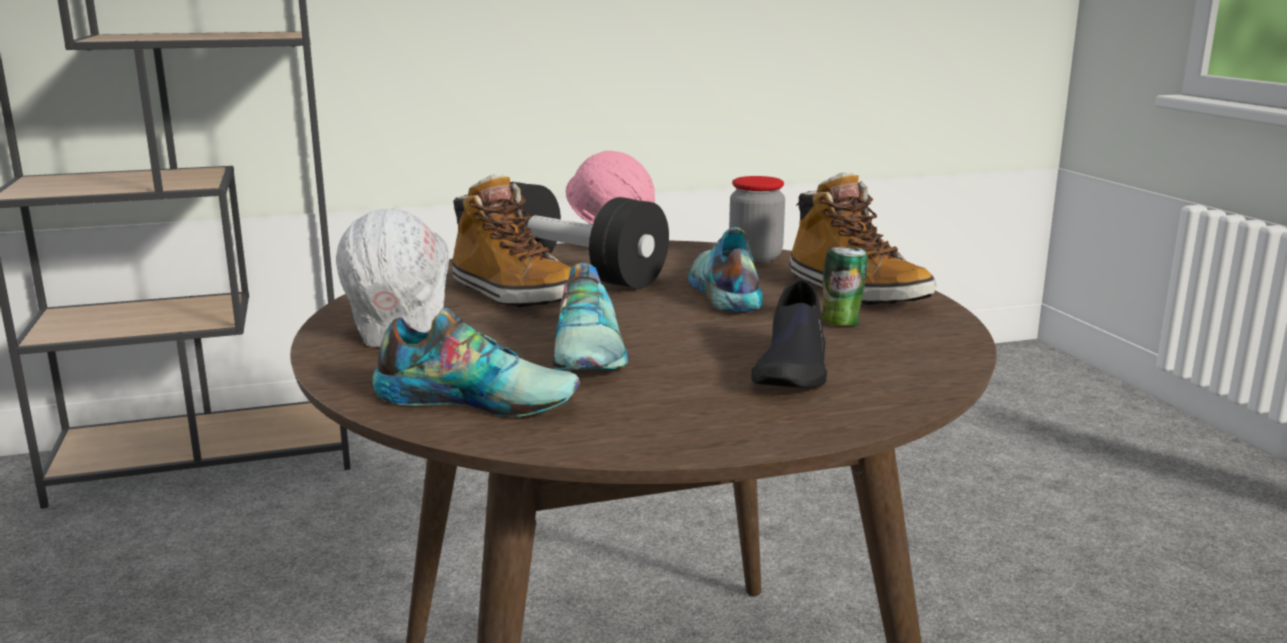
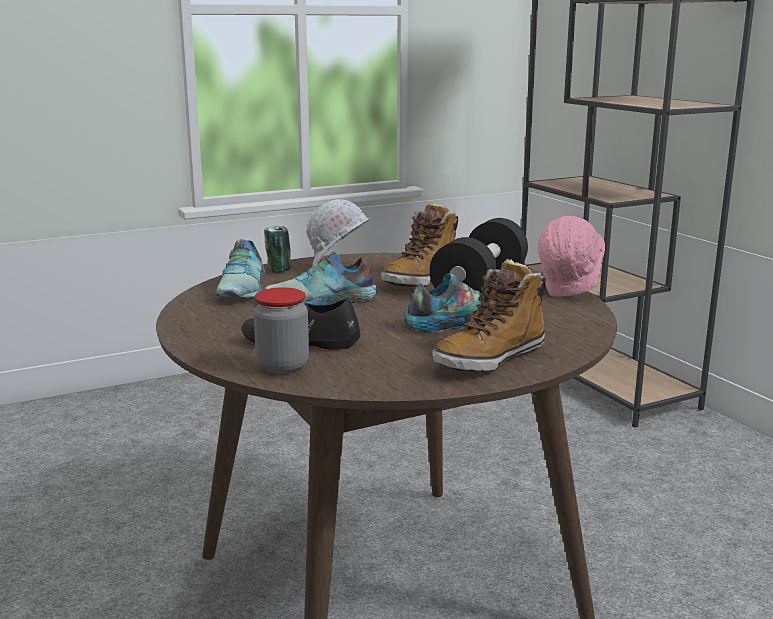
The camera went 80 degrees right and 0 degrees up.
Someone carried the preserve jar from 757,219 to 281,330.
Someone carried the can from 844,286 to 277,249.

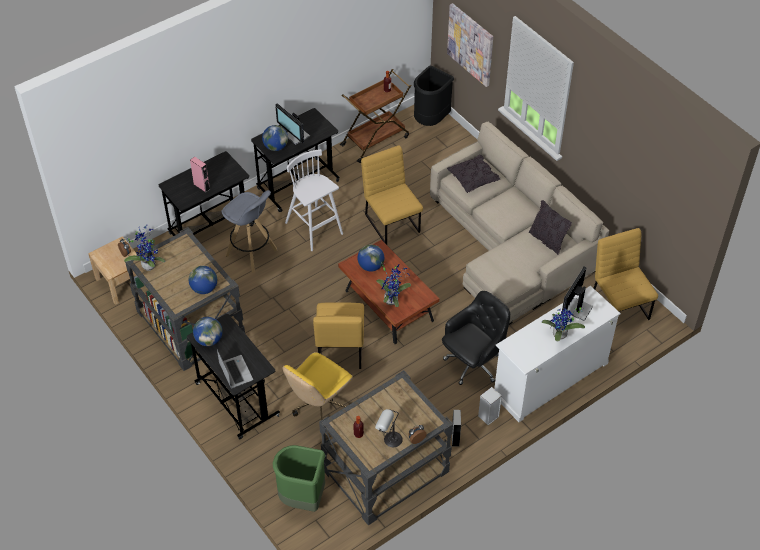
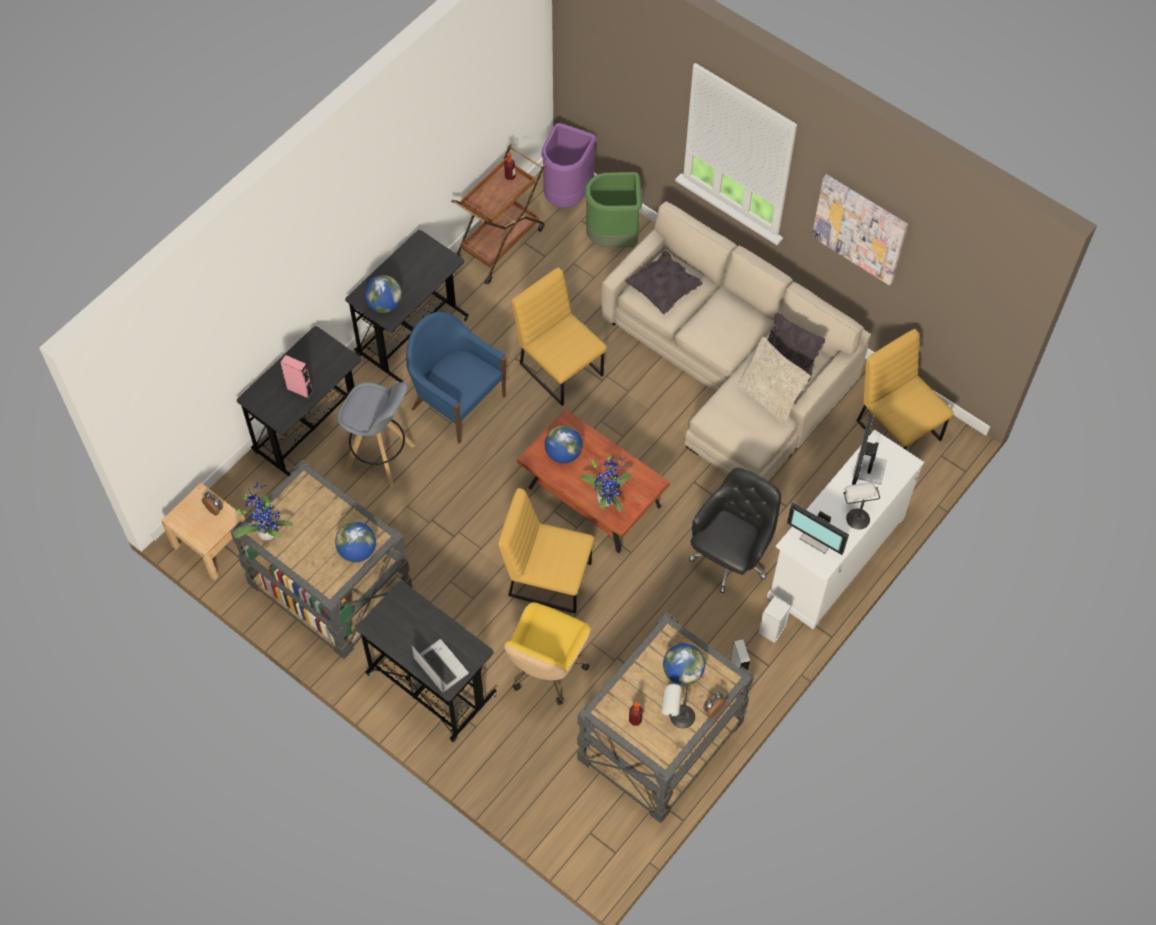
The camera went 15 degrees left and 10 degrees up.
Someone carried the globe from 208,331 to 684,664.
Someone carried the green-coloured rubbish bin from 299,478 to 613,209.
Someone carried the computer screen from 292,124 to 818,529.
Someone swapped the white sitting stool at 314,200 for the blue-coloured lounge chair at 456,378.
Someone rotated the yellowish plain chair at 338,335 by 120 degrees clockwise.
Someone repainted the blackish rubbish bin at 434,96, which became the purplish rubbish bin at 568,165.
Someone carried the picture from 470,45 to 860,229.
Someone swapped the potted plant at 563,324 for the tabletop lamp at 861,506.
Someone put down the sand-coloured pillow at 774,380.

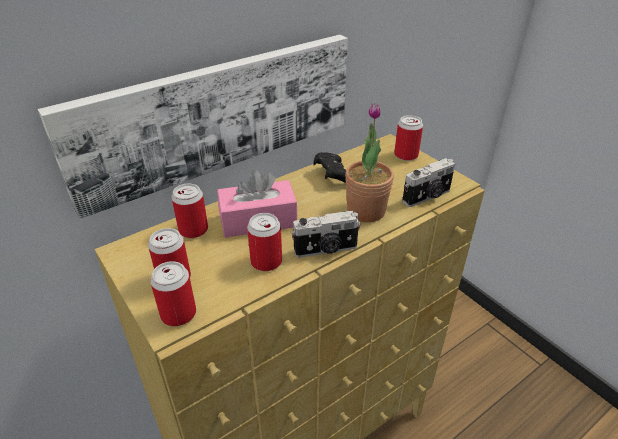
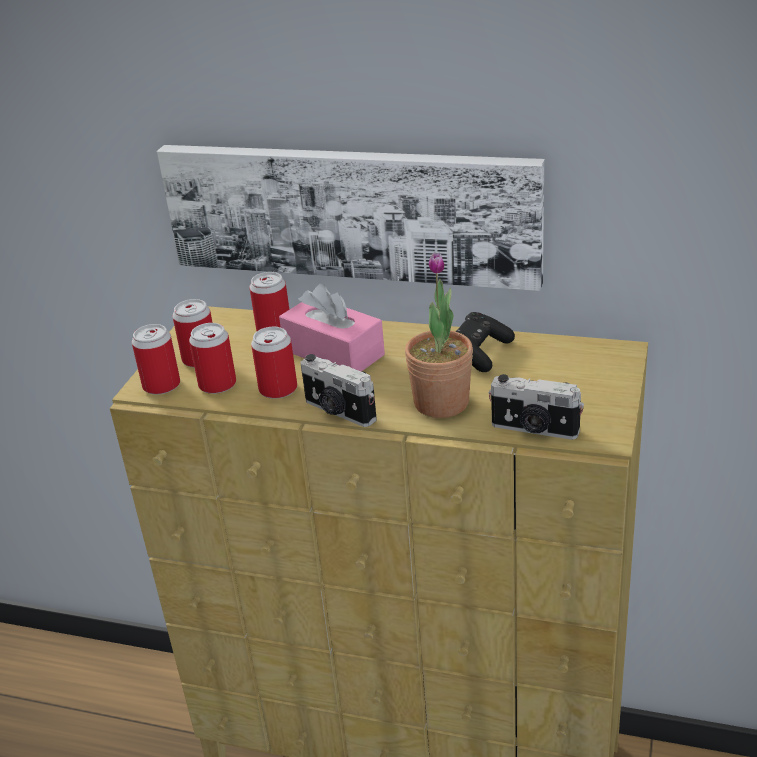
The camera went 55 degrees right and 5 degrees down.
Someone carried the can from 408,138 to 212,358.

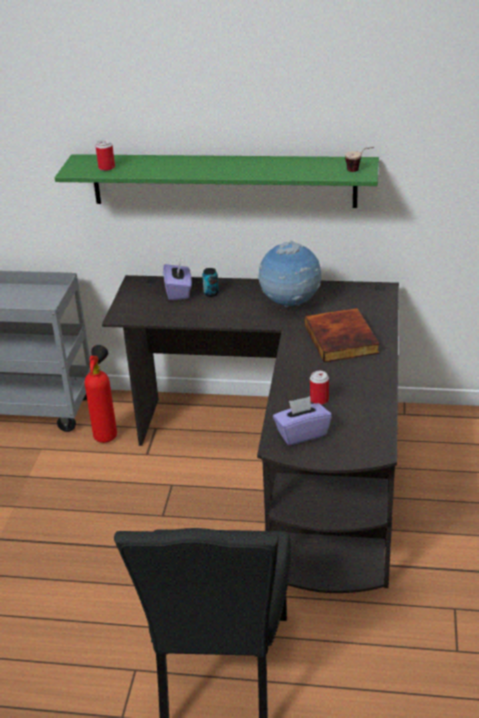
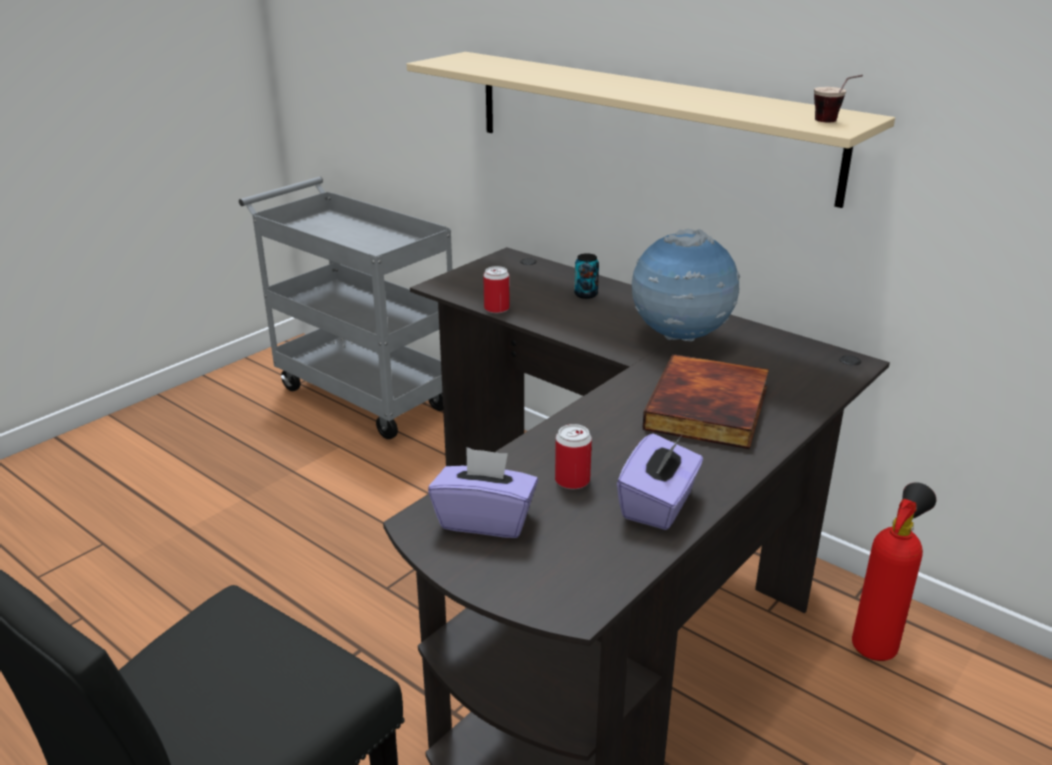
The camera went 30 degrees right and 5 degrees down.
Someone repainted the green-coloured bracket shelf at 217,181, which became the sand-coloured bracket shelf at 651,130.
Someone carried the fire extinguisher from 100,394 to 894,571.
Someone carried the can from 105,155 to 496,289.
Someone carried the purplish tissue holder from 177,280 to 660,481.

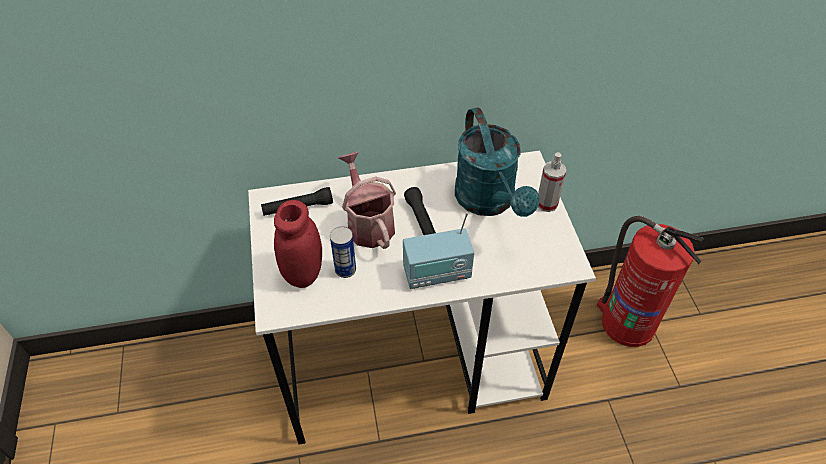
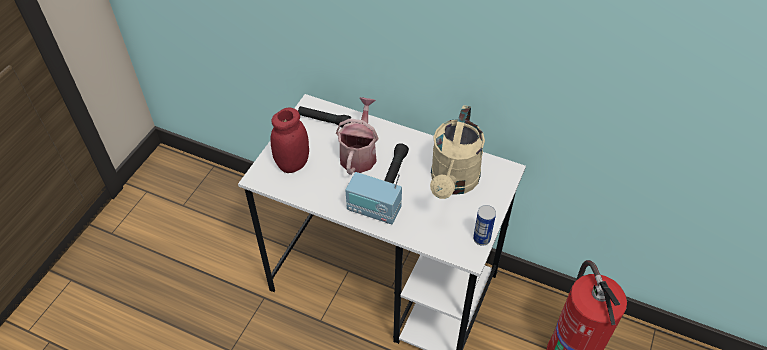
The camera went 35 degrees right and 0 degrees up.
Someone carried the can from 343,252 to 484,225.
Someone repainted the blue-green watering pot at 497,162, which became the sand-coloured watering pot at 457,152.
Someone took away the hand sprayer at 552,182.

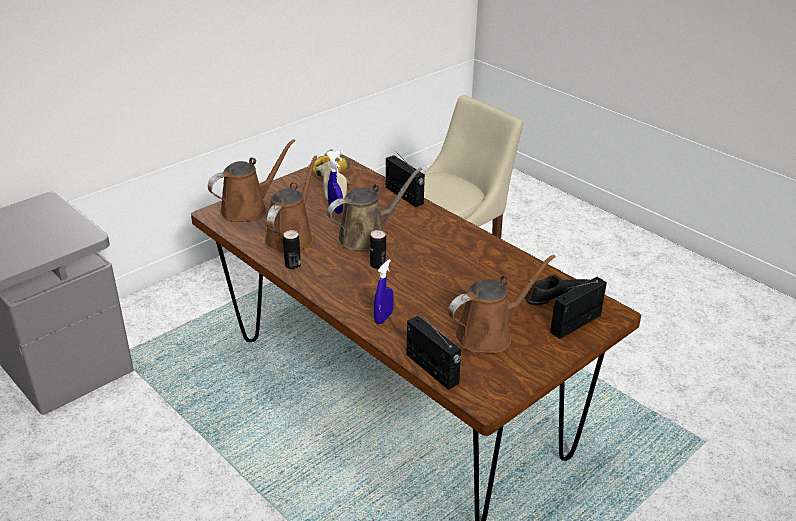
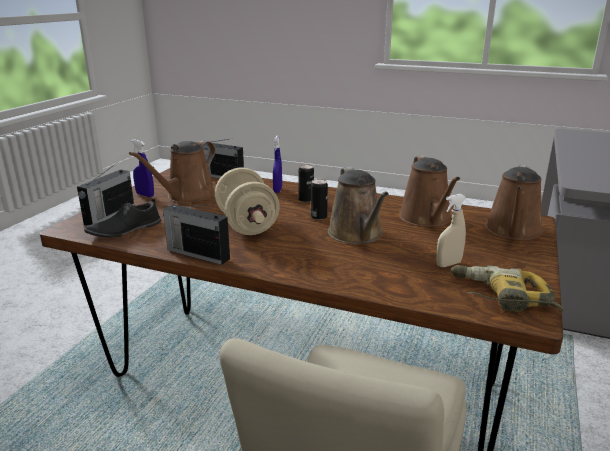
The camera went 155 degrees right and 10 degrees down.
Someone carried the can from 292,249 to 306,183.
Someone rotated the brown-coloured watering pot at 374,209 by 45 degrees counterclockwise.
Someone carried the blue-coloured hand sprayer from 335,187 to 142,168.
Someone carried the radio set from 405,178 to 196,234.
Someone put down the sand-coloured hand weight at 247,201.

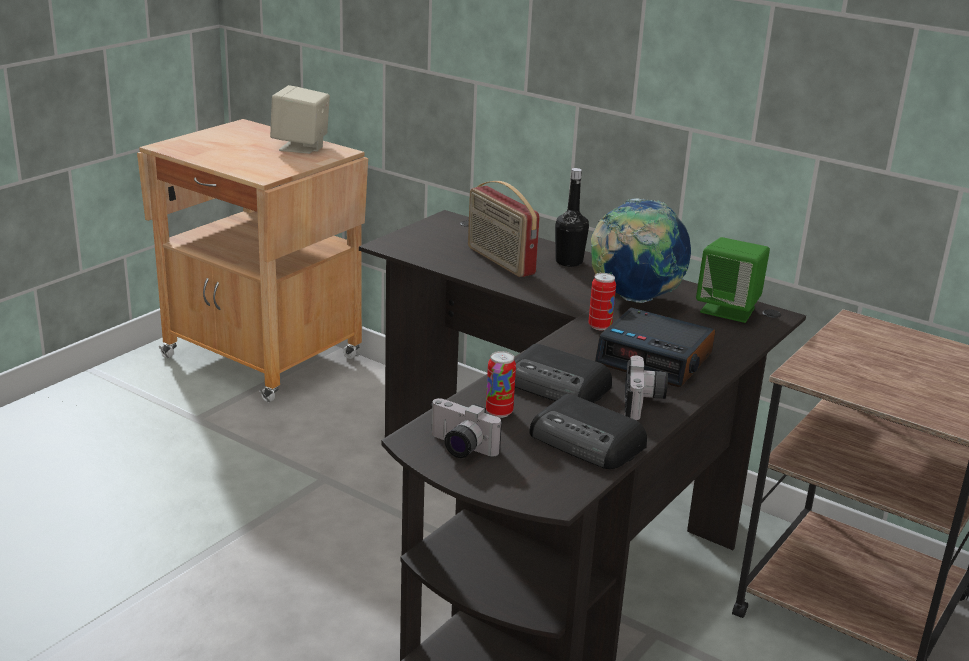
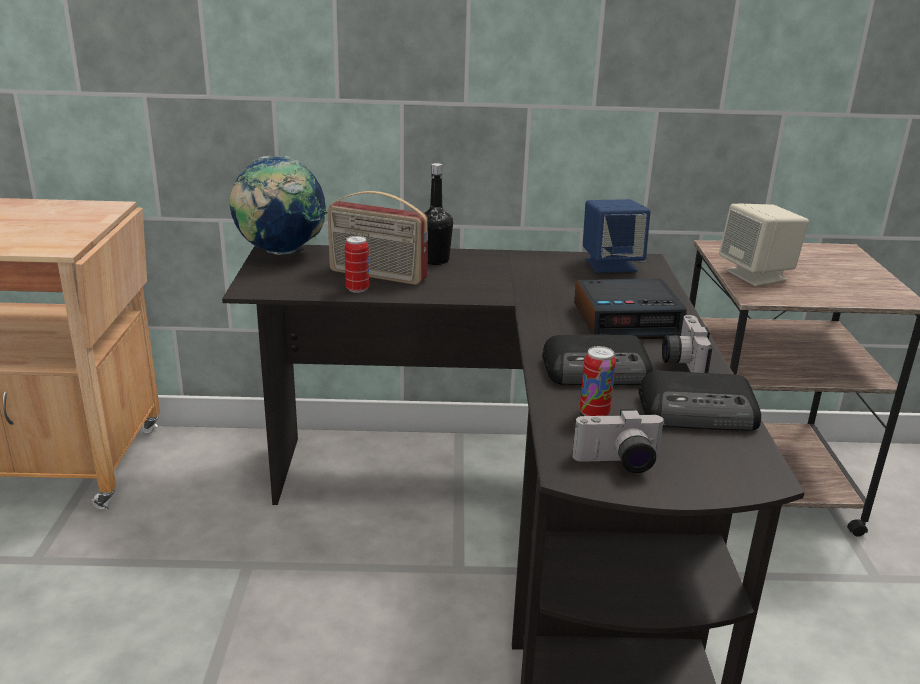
The camera went 35 degrees left and 0 degrees up.
Someone carried the sand-coloured audio speaker from 300,119 to 764,245.
Someone carried the can from 602,301 to 357,264.
Someone carried the globe from 641,250 to 278,205.
Someone rotated the still camera at 646,388 by 150 degrees counterclockwise.
Someone repainted the green-coloured audio speaker at 733,280, which became the blue-coloured audio speaker at 616,236.

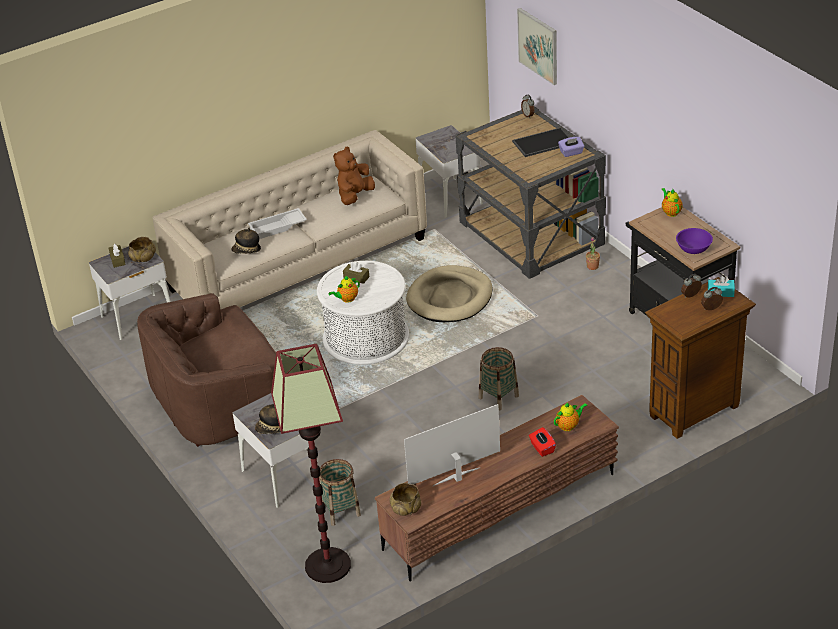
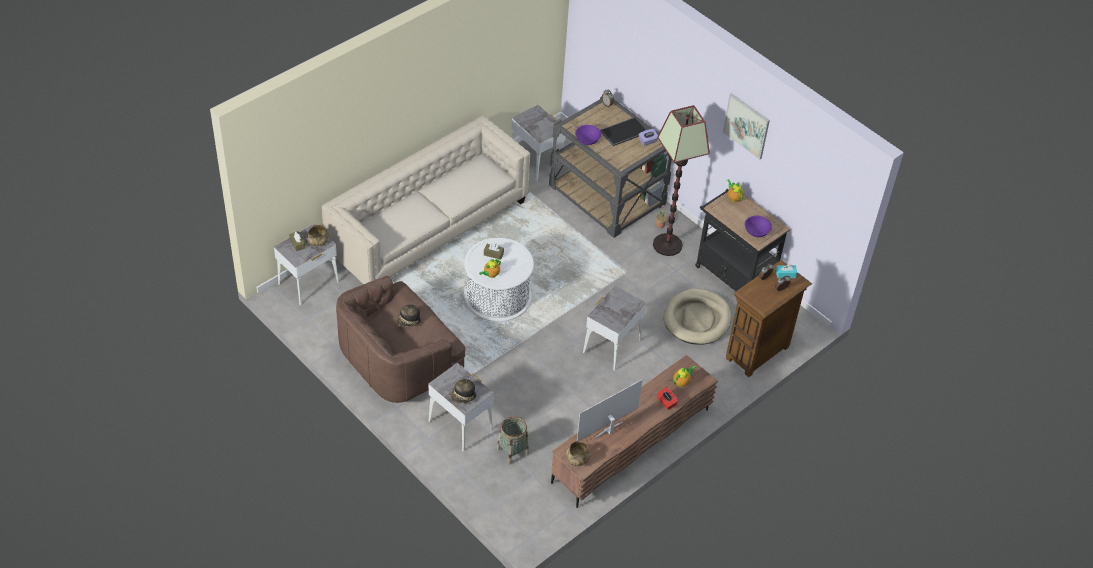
The camera went 15 degrees left and 10 degrees up.
Someone carried the clothing hat from 246,240 to 408,316.
Someone took away the white serving tray at 277,223.
Someone carried the standard lamp from 311,463 to 681,180.
Someone took away the brown-coloured cuddly toy at 354,176.
Someone carried the sand-coloured dog bed from 449,293 to 697,316.
Someone swapped the basket at 499,378 for the end table at 614,328.
Someone carried the picture from 537,46 to 746,126.
Someone put down the purplish deep dish at 588,135.

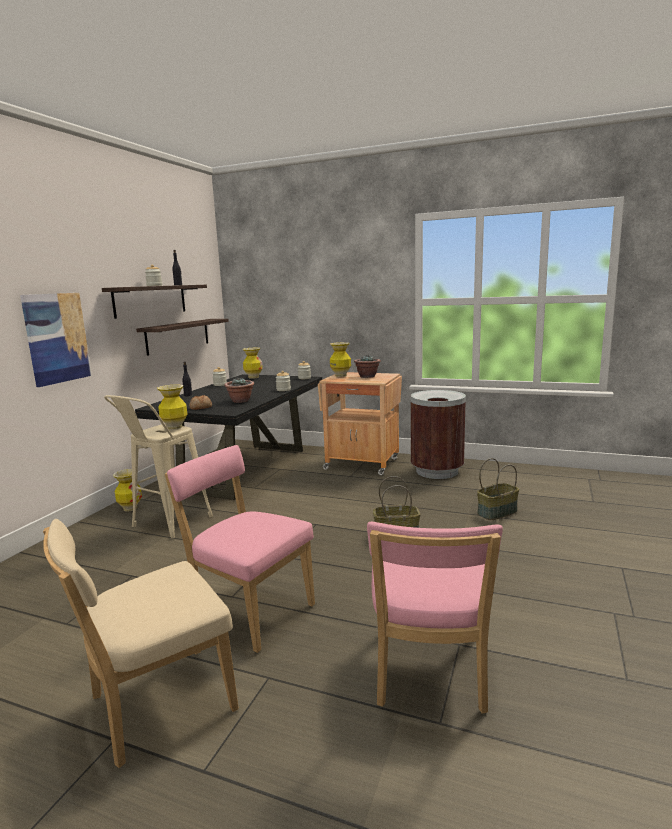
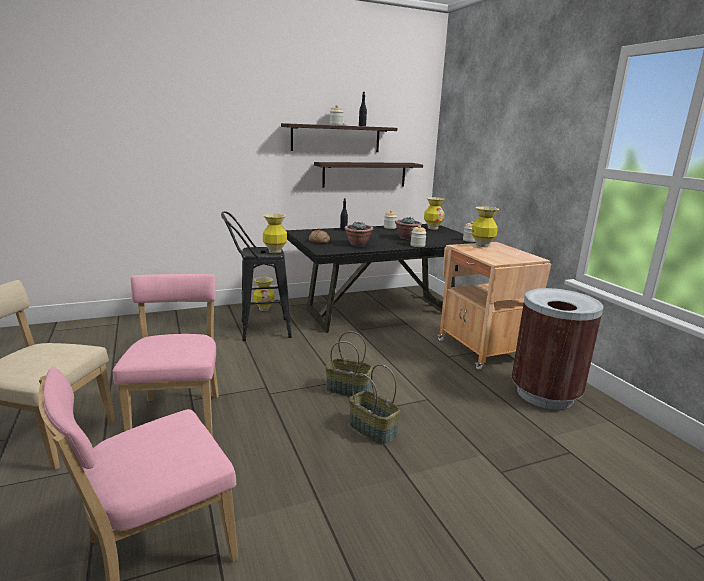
The camera went 45 degrees right and 5 degrees up.
Someone took away the picture at 56,340.
Someone repainted the sand-coloured sitting stool at 158,467, which became the blackish sitting stool at 256,276.
Someone carried the potted plant from 367,366 to 408,228.
Someone carried the basket from 498,489 to 349,364.

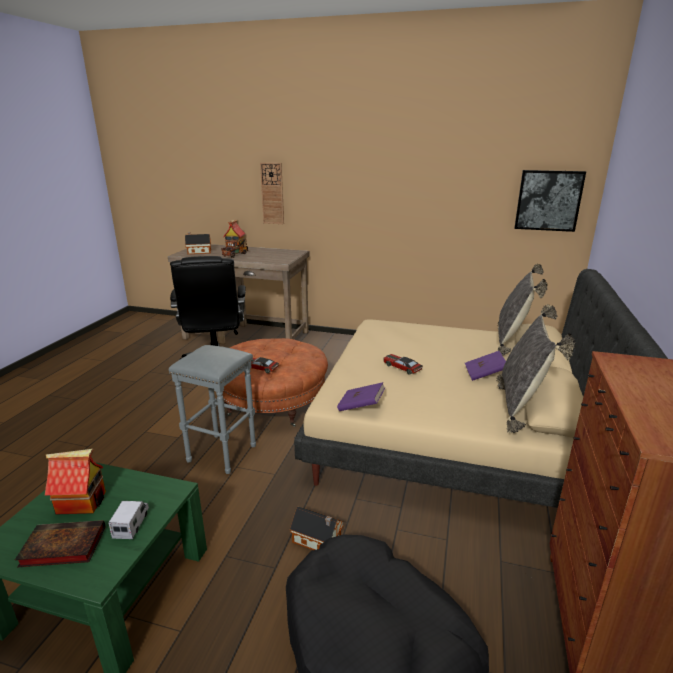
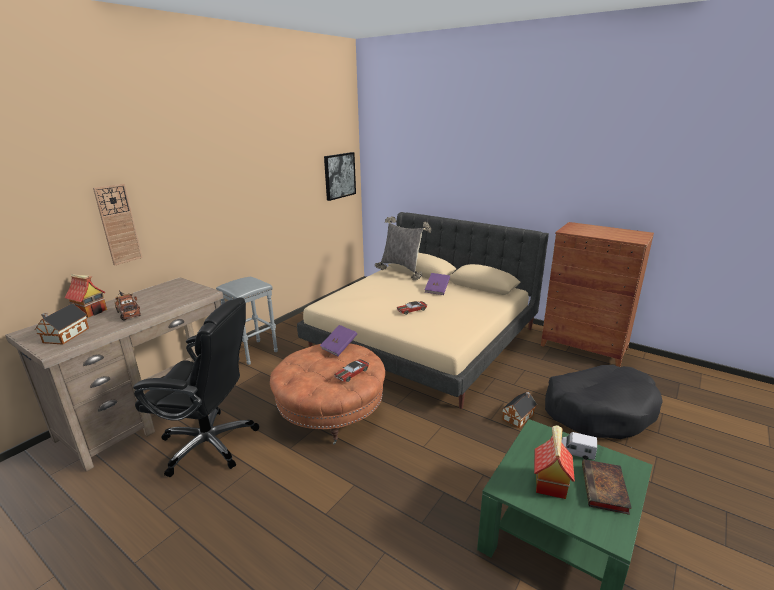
The camera went 70 degrees left and 0 degrees up.
Someone carried the greyish sitting stool from 212,409 to 247,321.
Someone carried the purplish bound book from 361,396 to 338,340.
Someone took away the pillow at 536,368.

